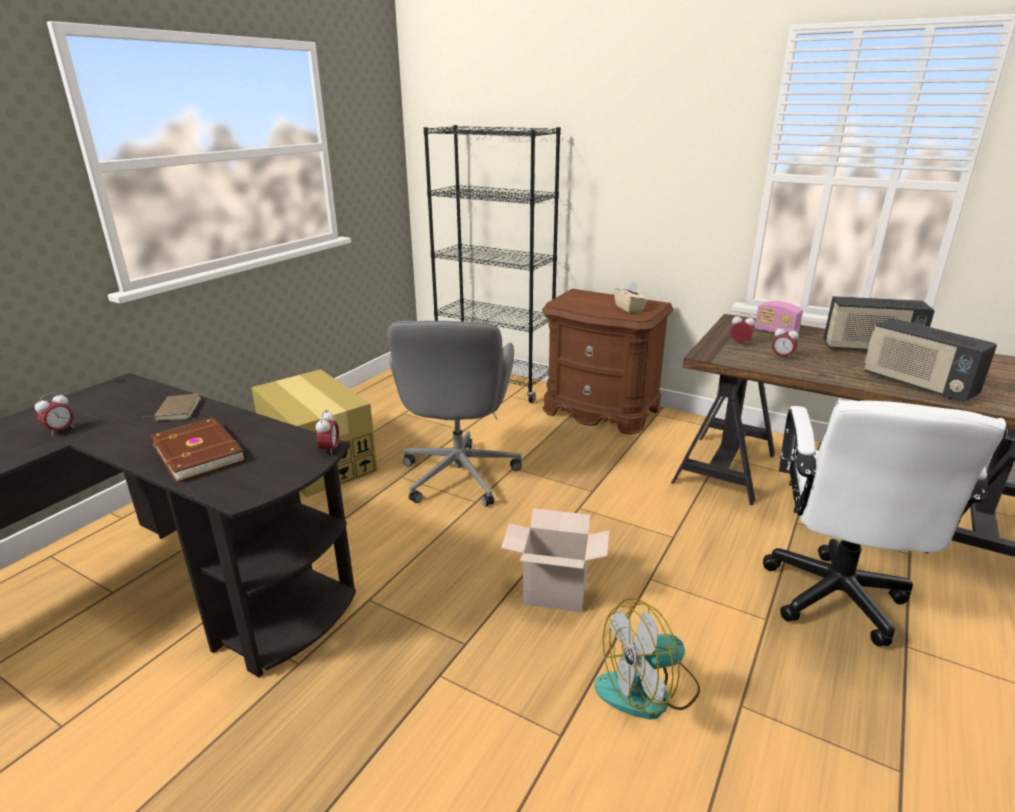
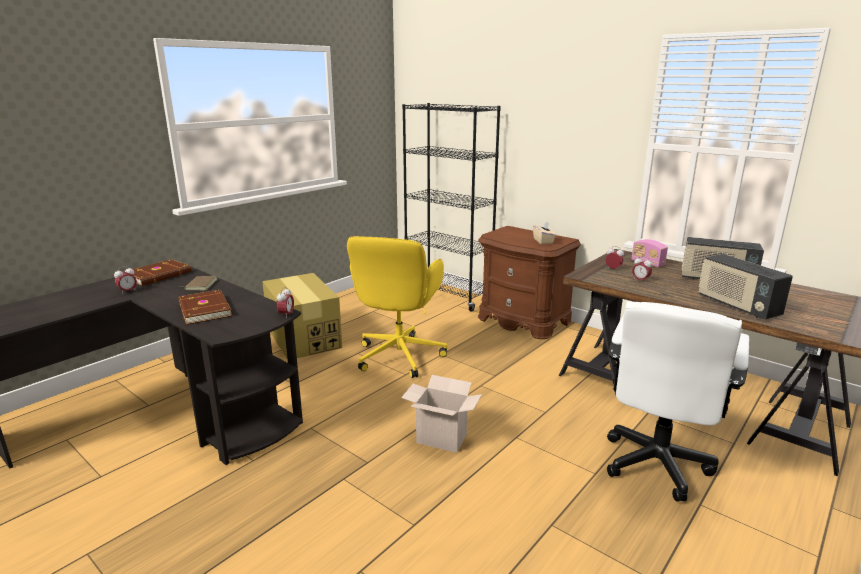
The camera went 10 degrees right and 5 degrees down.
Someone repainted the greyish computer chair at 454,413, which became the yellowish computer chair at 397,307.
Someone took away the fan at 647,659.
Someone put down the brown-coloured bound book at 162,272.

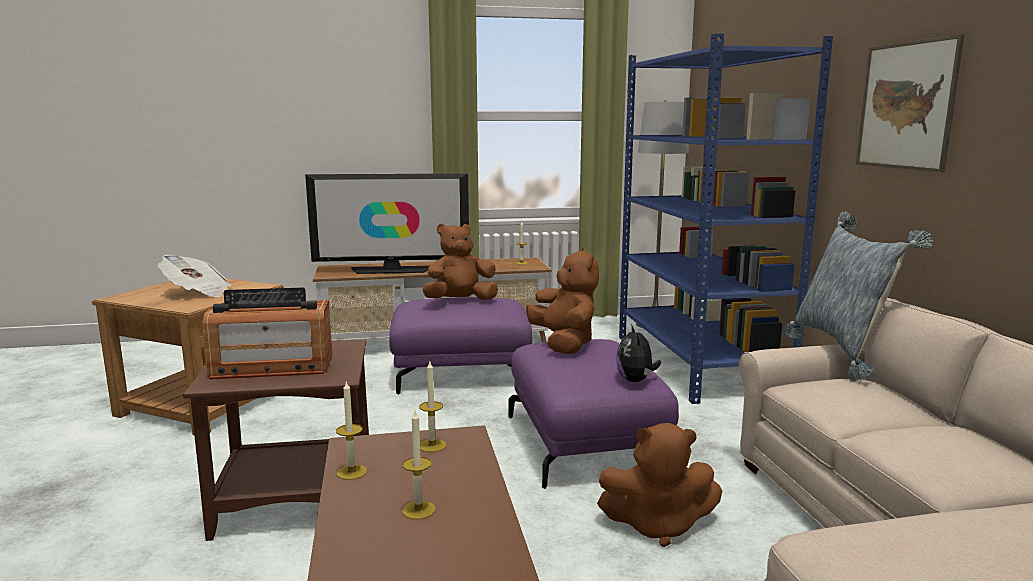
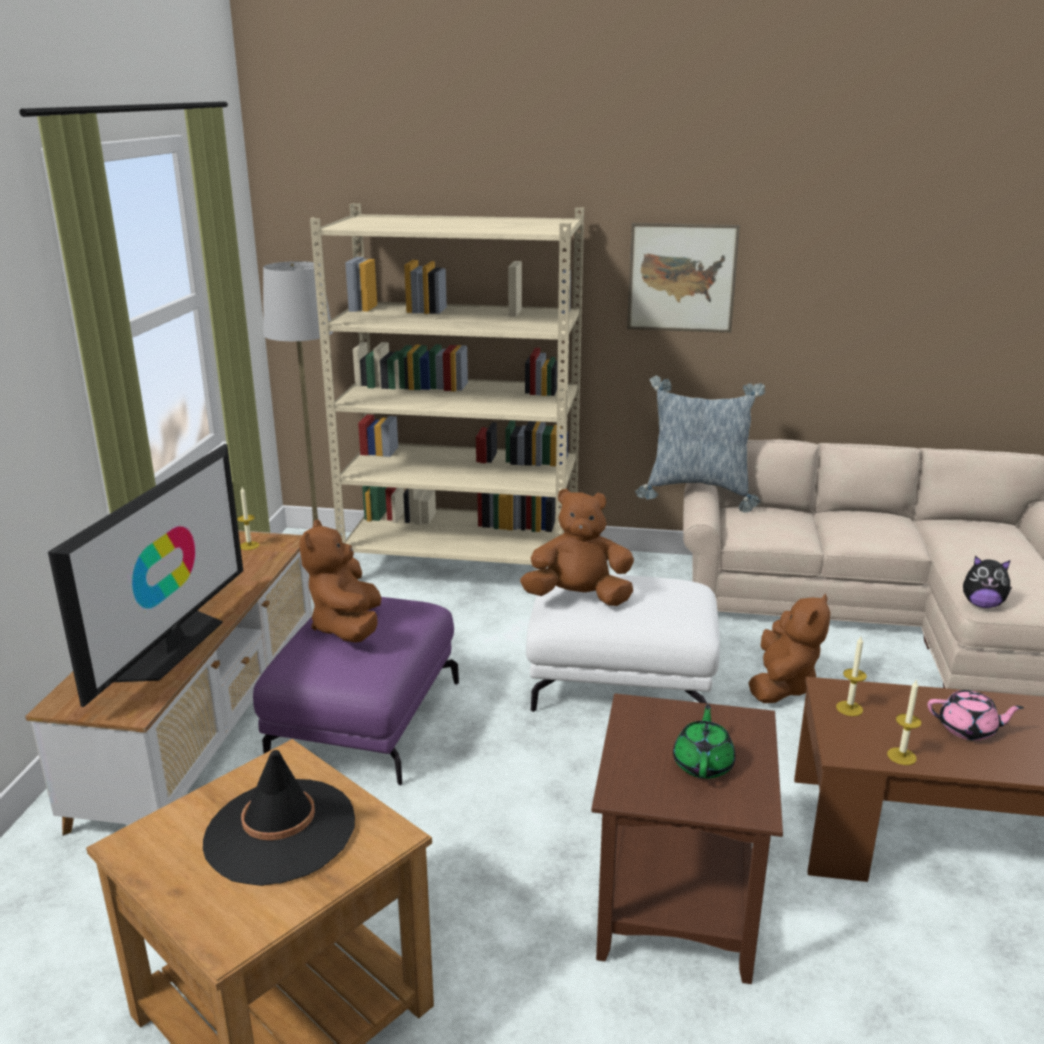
The camera went 70 degrees left and 10 degrees up.
Someone swapped the daily paper at 194,276 for the blackish clothing hat at 279,818.
Someone swapped the radio set at 267,333 for the green-coloured teapot at 704,741.
Someone swapped the wax candle at 419,465 for the pinkish teapot at 976,715.
Someone repainted the purplish footrest at 593,414, which became the white footrest at 623,643.
Someone carried the cuddly toy from 638,353 to 987,582.
Someone repainted the blue-coloured bookcase at 726,219, which became the sand-coloured bookcase at 447,384.

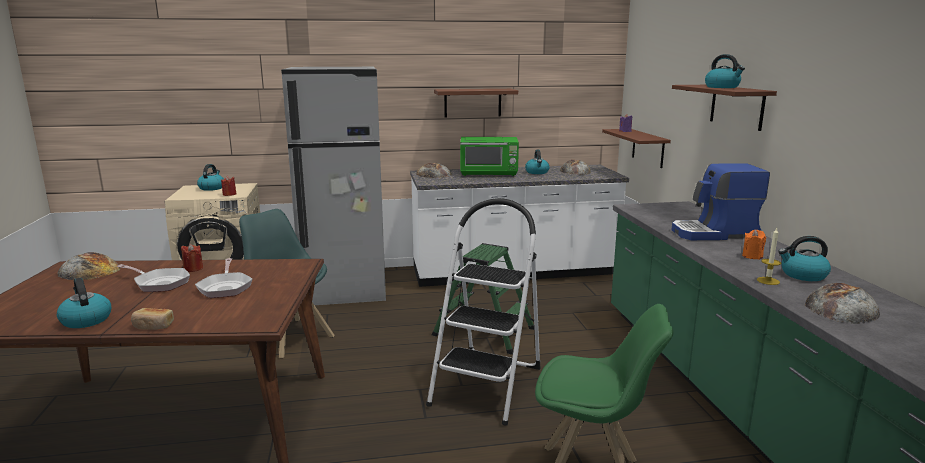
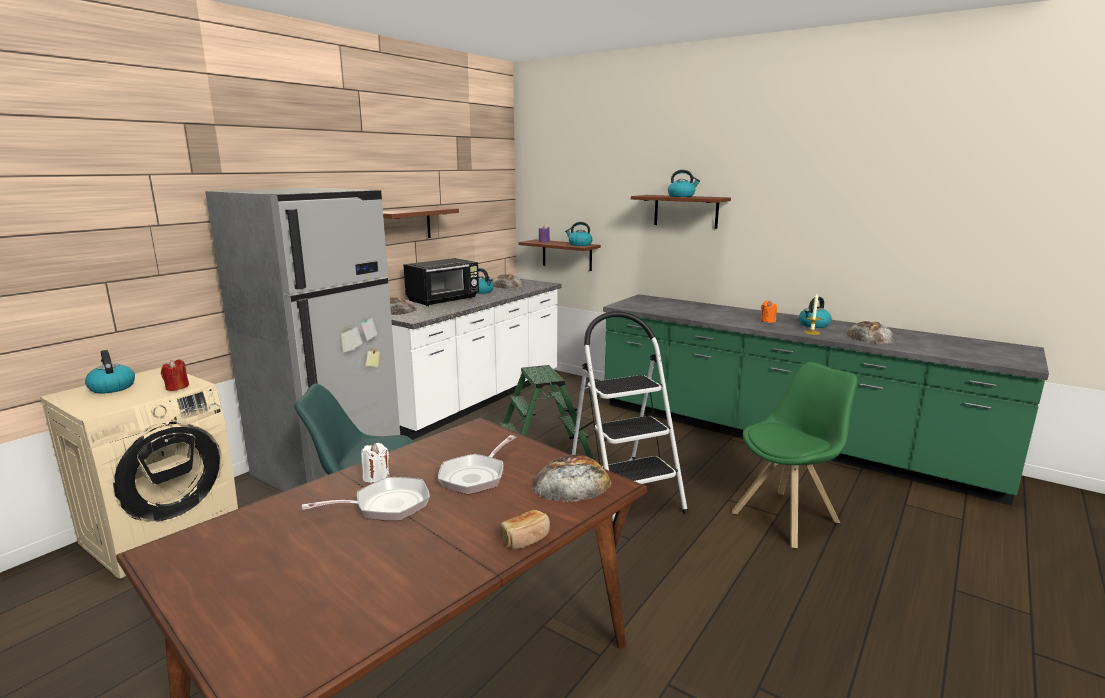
The camera went 45 degrees left and 0 degrees up.
Someone carried the kettle from 84,303 to 578,234.
Someone carried the bread from 89,266 to 571,478.
Someone repainted the red wax candle at 192,258, which became the white wax candle at 375,463.
Someone rotated the skillet at 224,278 by 90 degrees clockwise.
Someone repainted the green-coloured kitchen microwave at 489,156, which became the blackish kitchen microwave at 441,282.
Someone took away the coffee maker at 721,201.

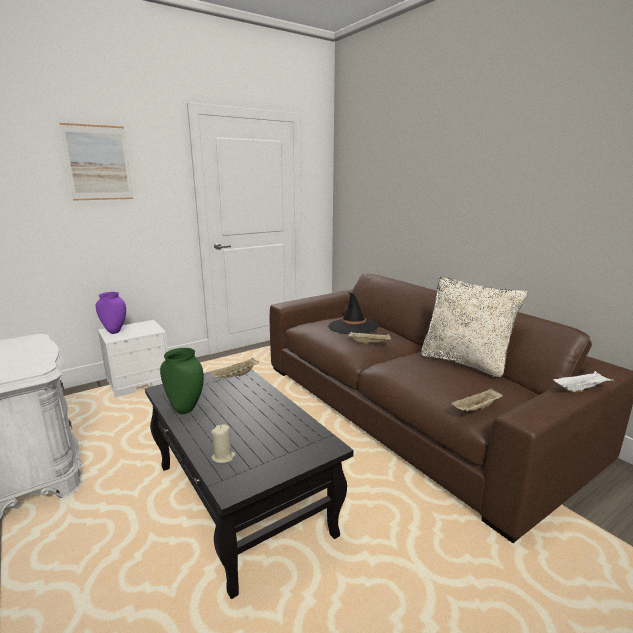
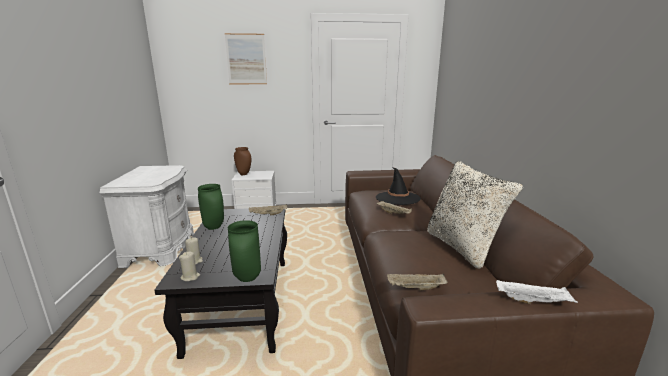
The camera went 30 degrees right and 0 degrees up.
Someone repainted the purplish decorative vase at 111,313, which became the brown-coloured decorative vase at 242,161.
Someone put down the sand-coloured wax candle at 189,266.
Someone put down the green-coloured decorative vase at 244,251.

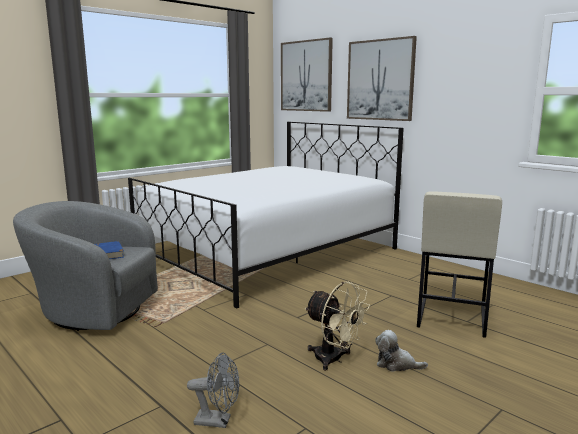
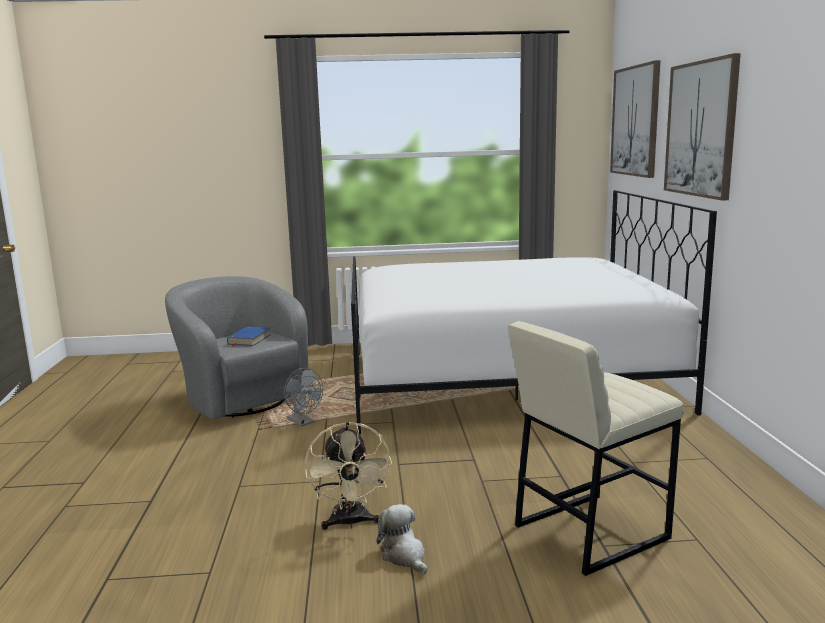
The camera went 40 degrees right and 0 degrees up.
Someone carried the greyish fan from 213,390 to 303,397.

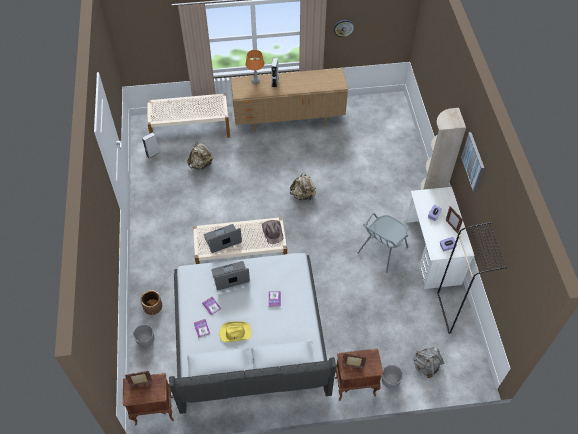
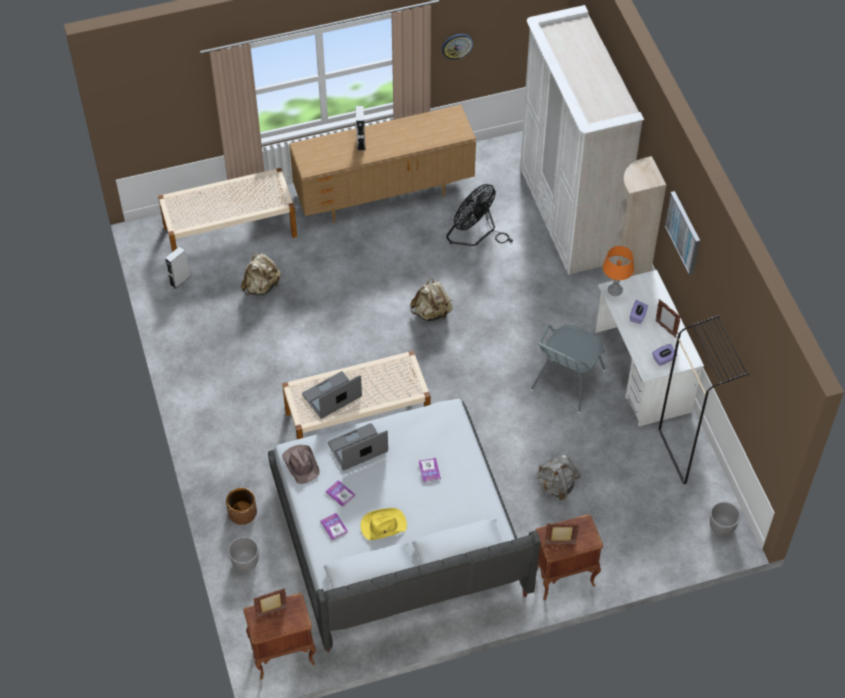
The camera went 10 degrees left and 0 degrees up.
Someone carried the orange tabletop lamp from 254,67 to 618,271.
Someone carried the brown-coloured clothing hat from 272,232 to 301,464.
Someone carried the greyish plant pot from 392,377 to 725,519.
Someone carried the greyish rucksack from 428,362 to 557,477.
Someone put down the blackish fan at 479,215.
Someone put down the white clothes cupboard at 582,140.

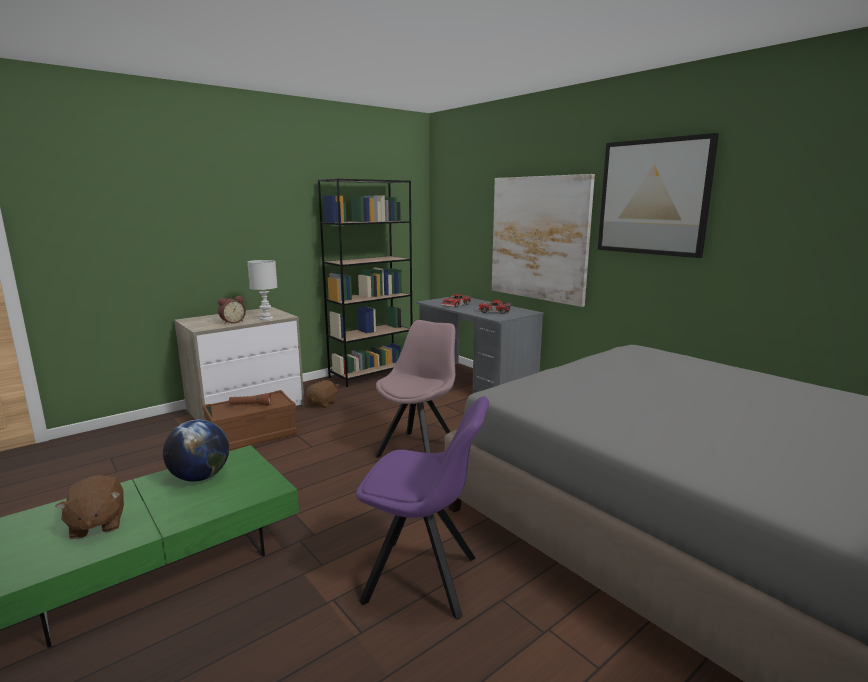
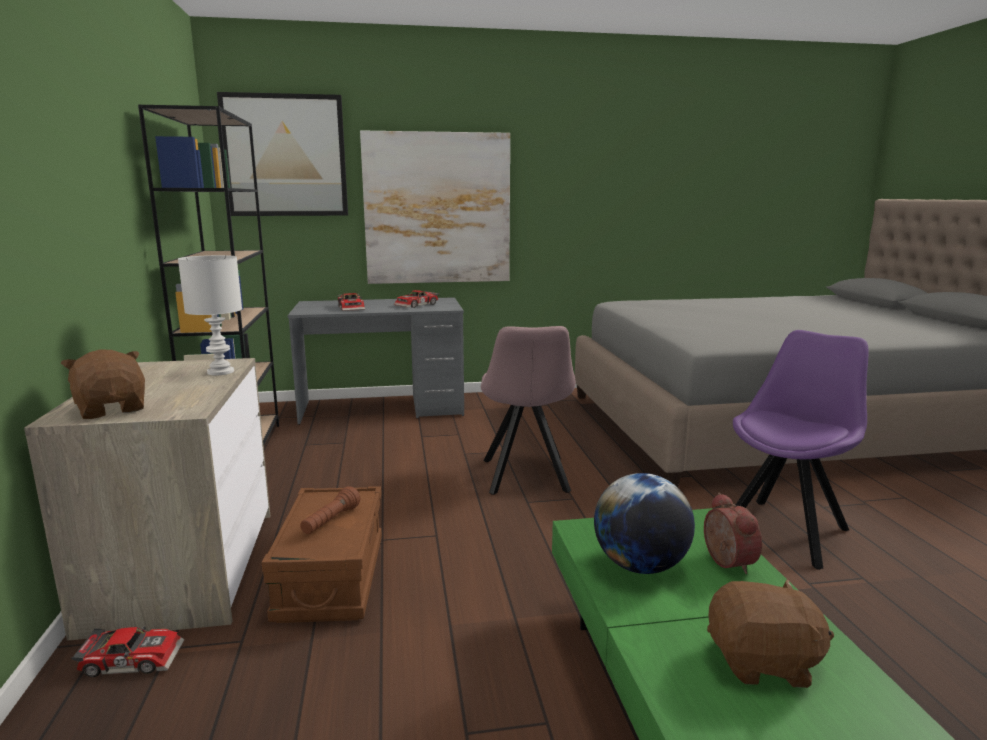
The camera went 60 degrees left and 0 degrees up.
Someone carried the alarm clock from 232,310 to 733,534.
Someone carried the brown-coloured cuddly toy from 322,394 to 103,384.
Someone rotated the pinkish plain chair at 415,389 by 150 degrees counterclockwise.
Someone carried the picture from 658,195 to 282,154.
Someone put down the toy car at 128,651.

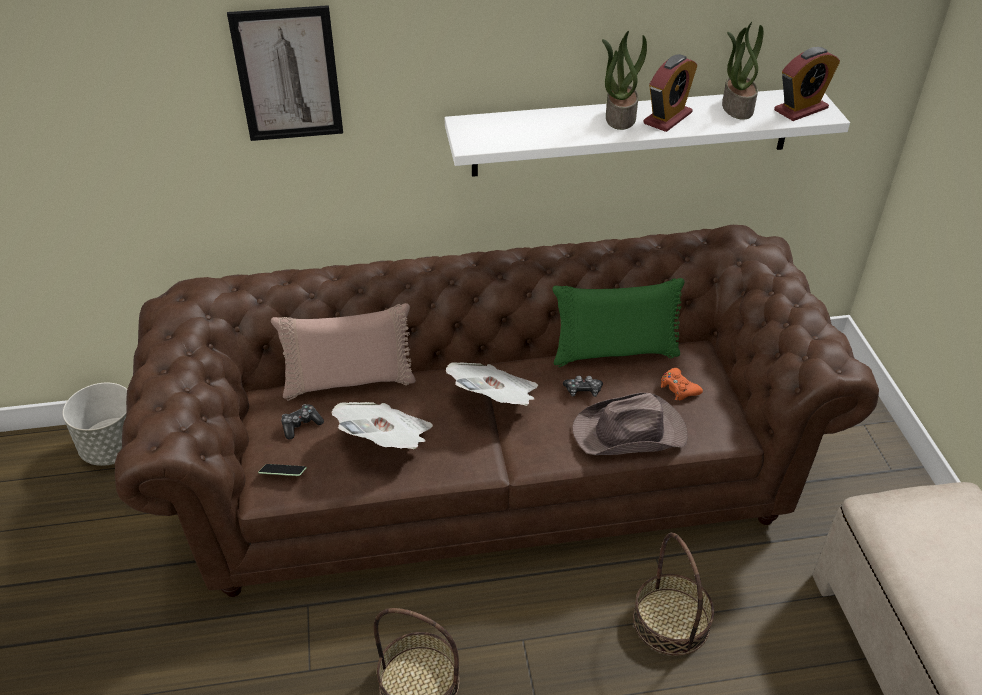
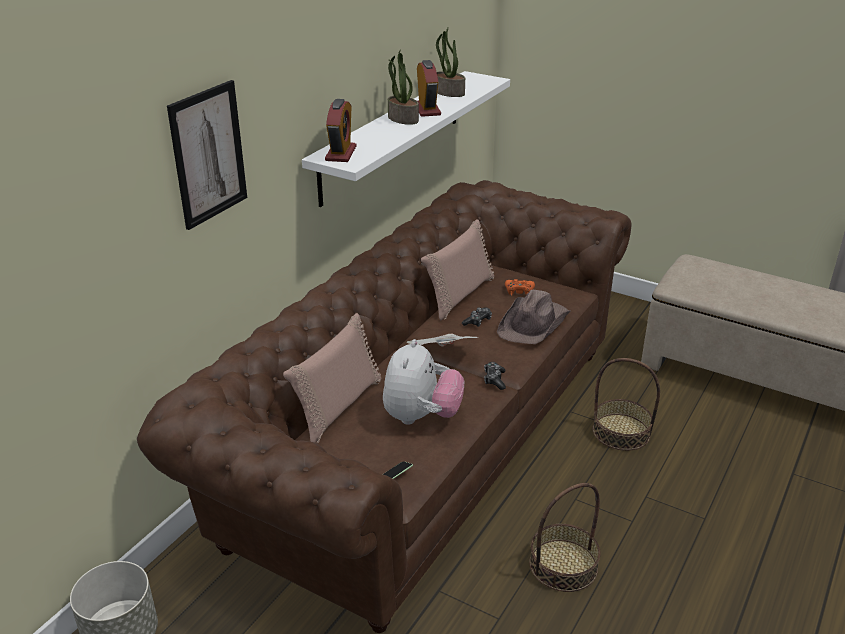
The camera went 50 degrees left and 10 degrees down.
Someone carried the game controller from 302,422 to 495,376.
Someone swapped the daily paper at 382,425 for the cuddly toy at 423,382.
Someone repainted the green-coloured pillow at 618,322, which became the sand-coloured pillow at 457,269.
Someone carried the alarm clock from 807,84 to 341,130.

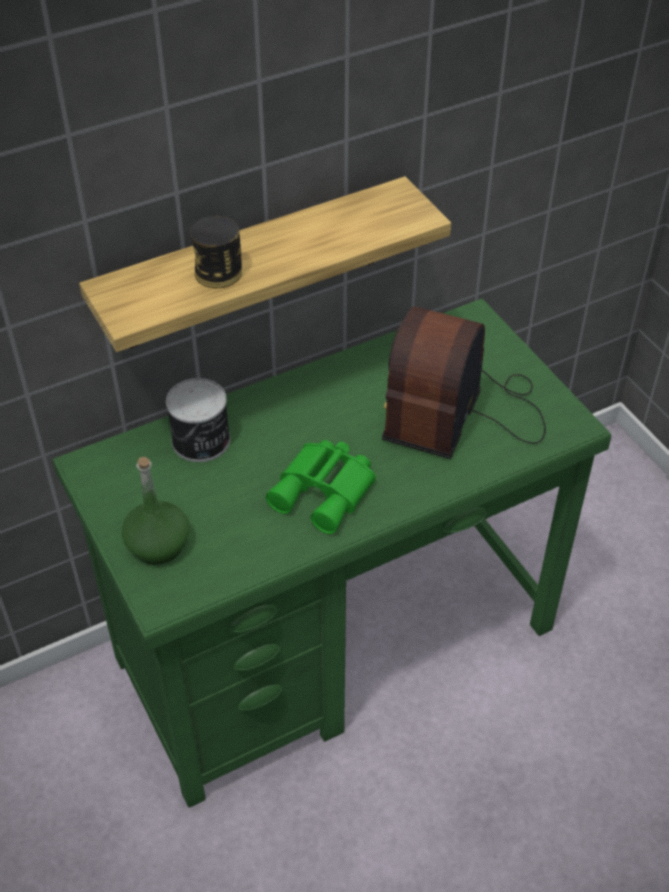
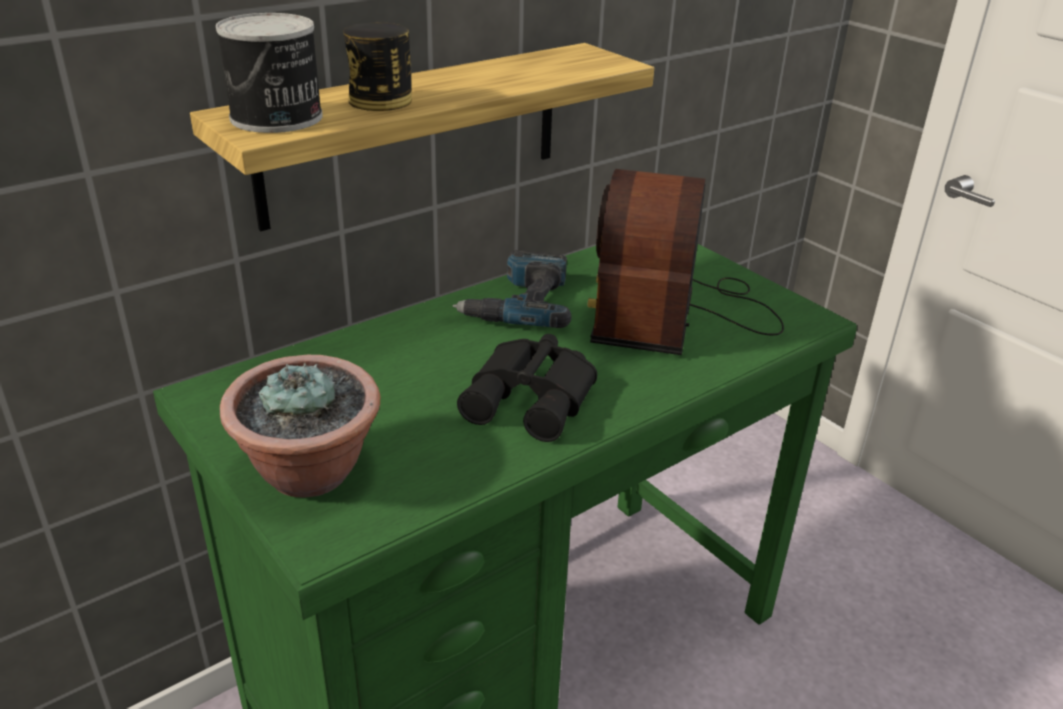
The camera went 10 degrees left and 15 degrees down.
Someone swapped the green-coloured beverage bottle at 155,510 for the potted plant at 300,426.
Someone carried the can from 198,420 to 269,73.
Someone repainted the green-coloured field glasses at 321,487, which became the blackish field glasses at 527,388.
Someone put down the drill at 512,289.

